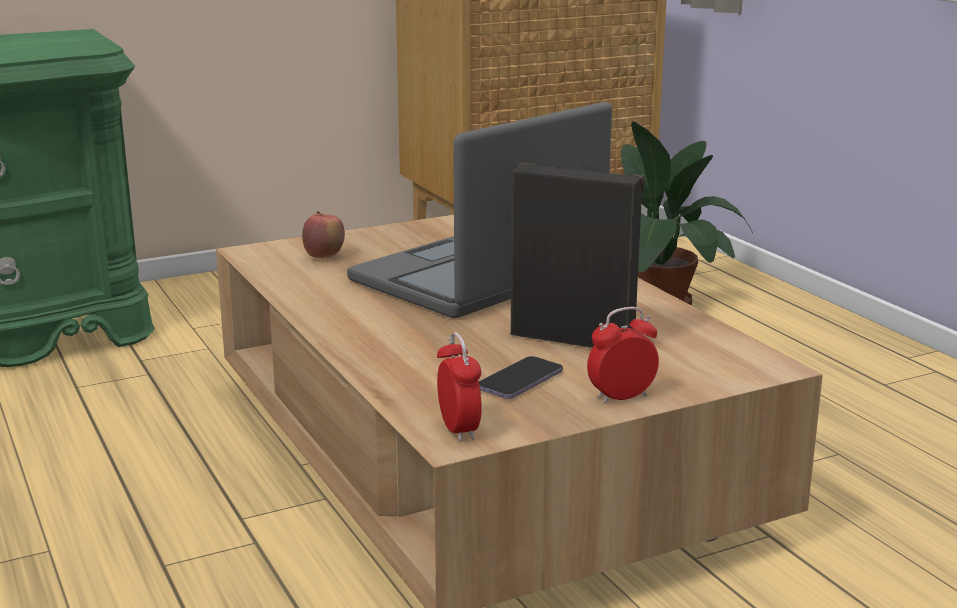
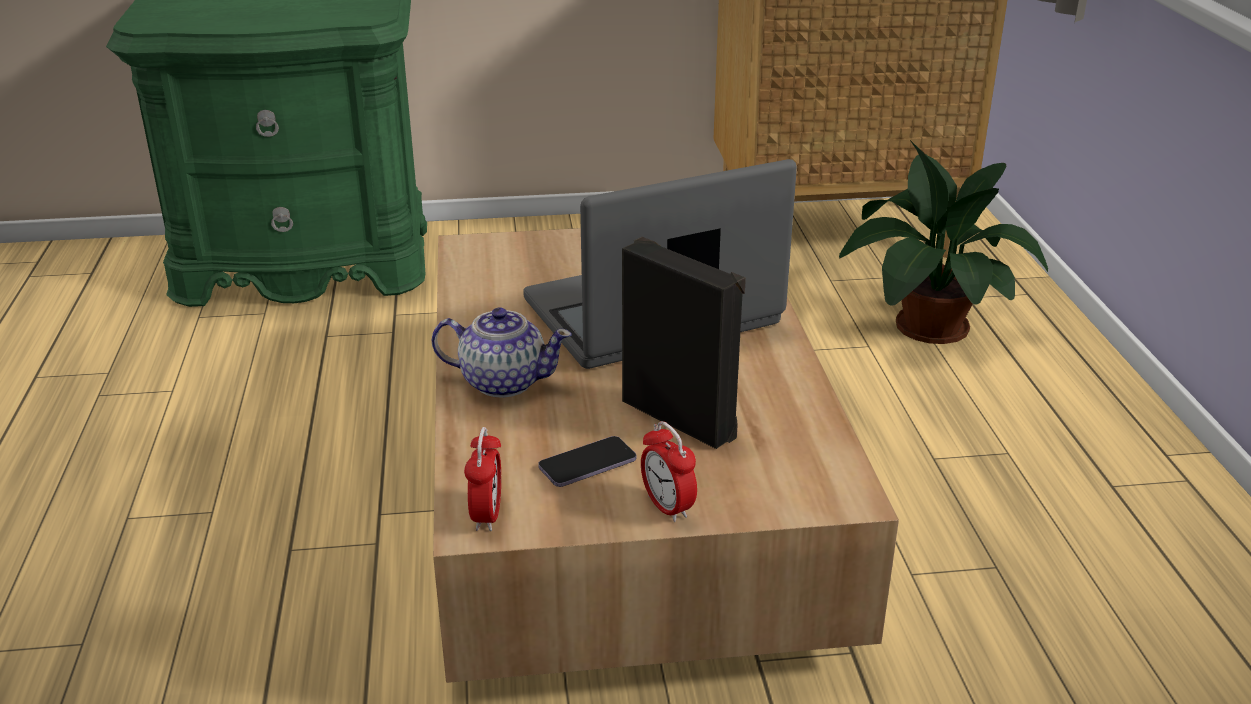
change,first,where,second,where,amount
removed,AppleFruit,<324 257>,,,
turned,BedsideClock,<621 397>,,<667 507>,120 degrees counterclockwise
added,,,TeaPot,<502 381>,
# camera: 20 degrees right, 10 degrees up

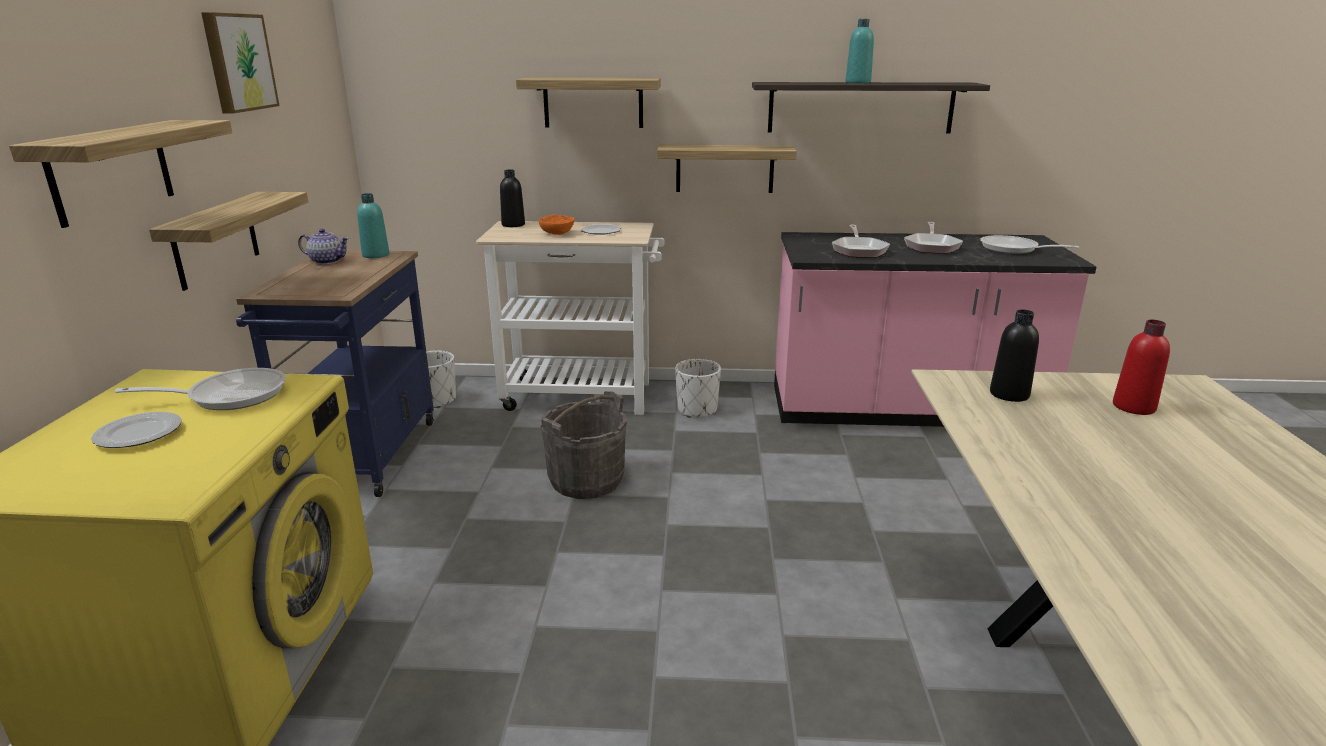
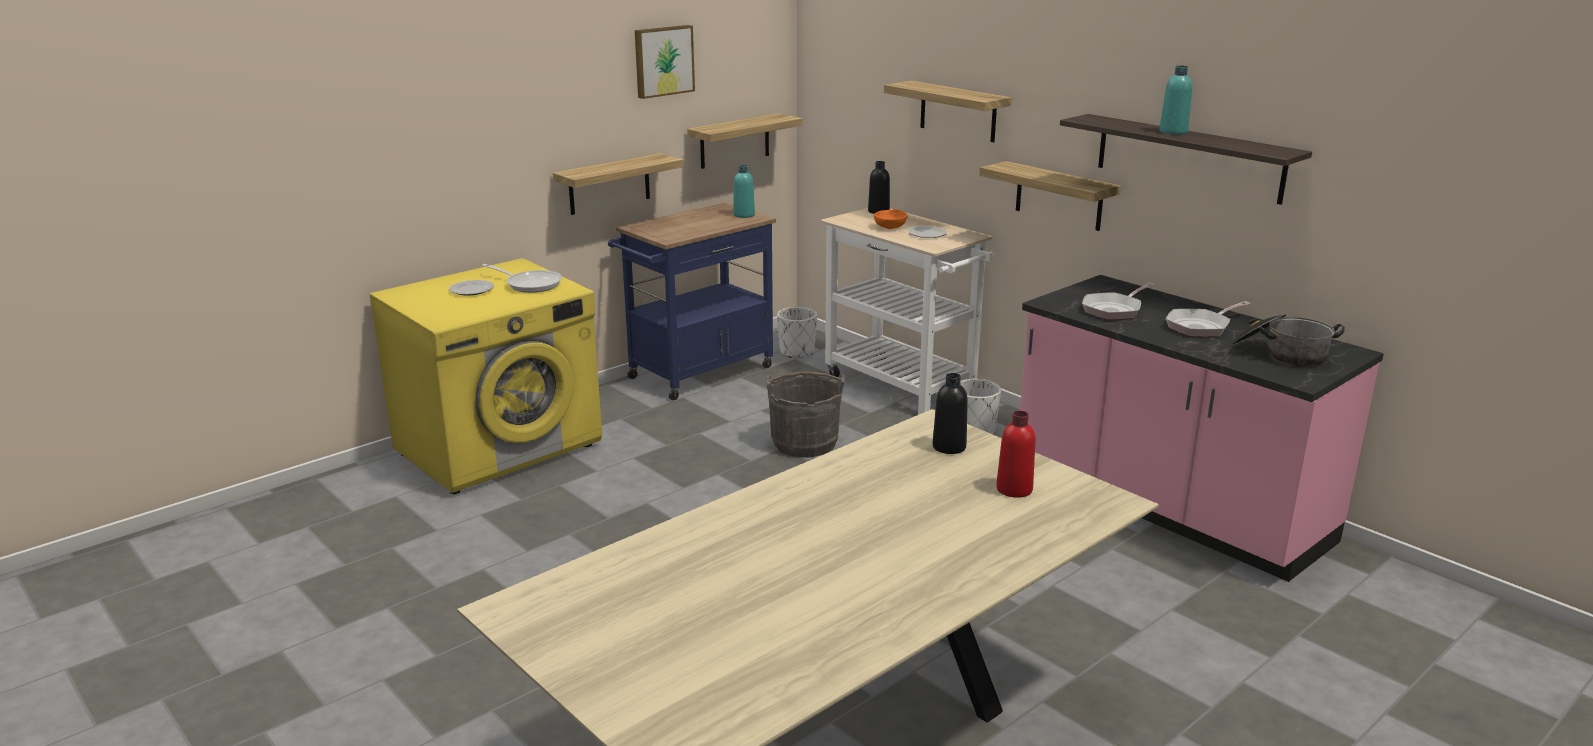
change,first,where,second,where,amount
moved,Shelf,<111 171>,,<734 141>,
removed,TeaPot,<327 261>,,,
replaced,FryingPan,<1013 249>,Stockpot,<1281 354>,
# camera: 45 degrees right, 0 degrees up

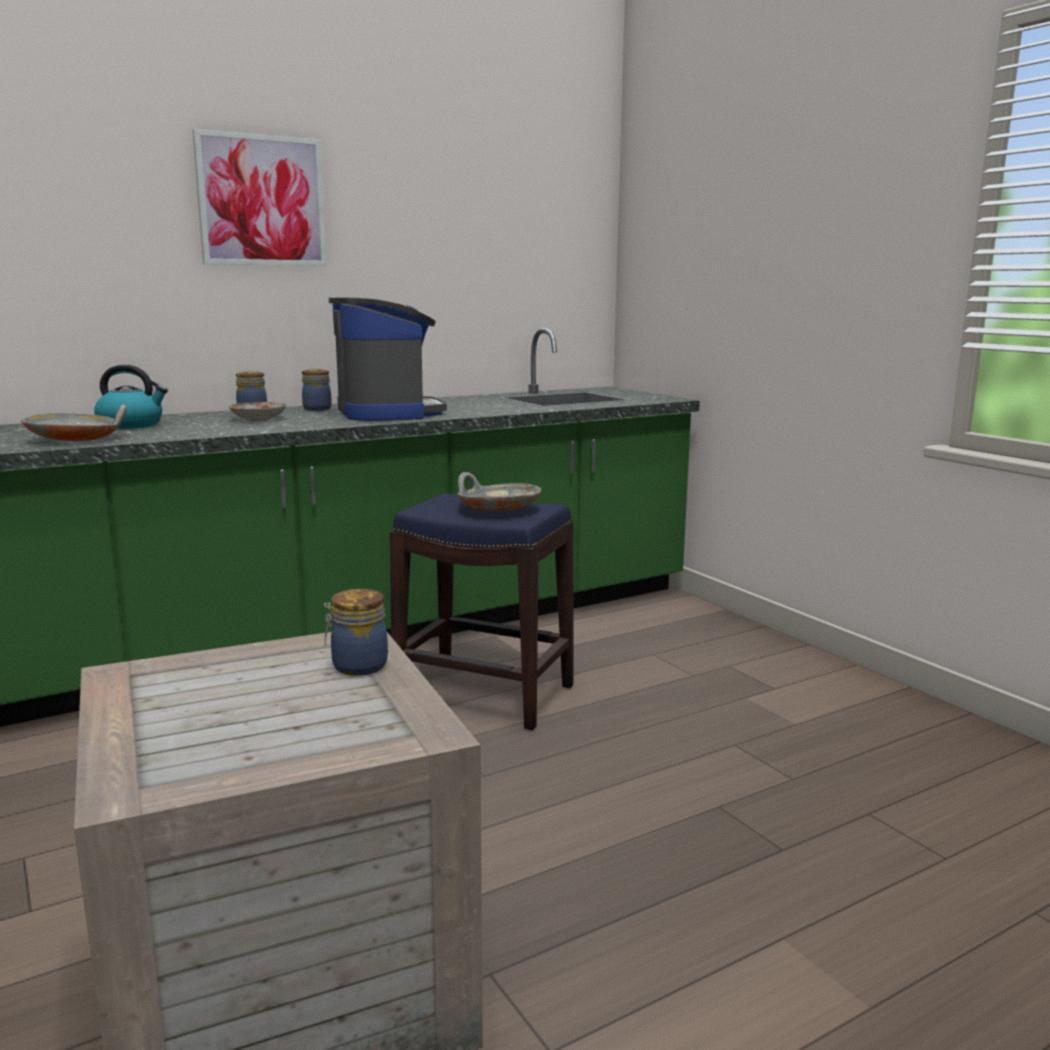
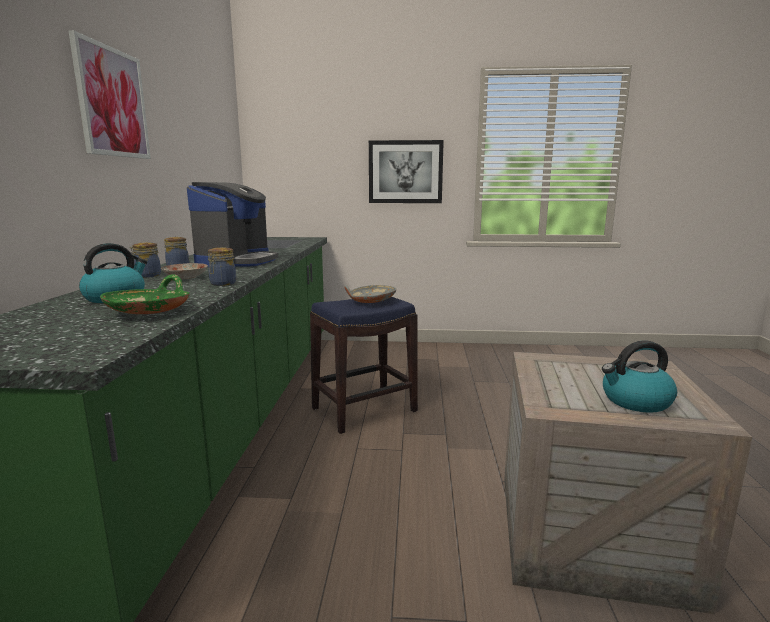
change,first,where,second,where,amount
turned,CoffeeMaker,<388 413>,,<236 261>,90 degrees clockwise
recoloured,GreyBowl,<77 439>,GreenColouredBowl,<150 312>,
moved,Jar,<357 666>,,<222 284>,
added,,,WallPicture,<405 172>,
added,,,WaterKettle,<635 401>,
# camera: 55 degrees left, 0 degrees up

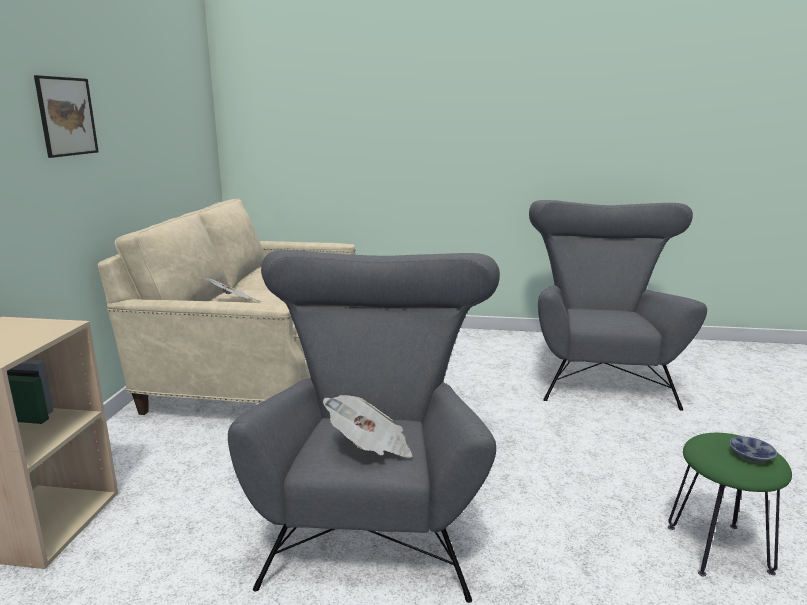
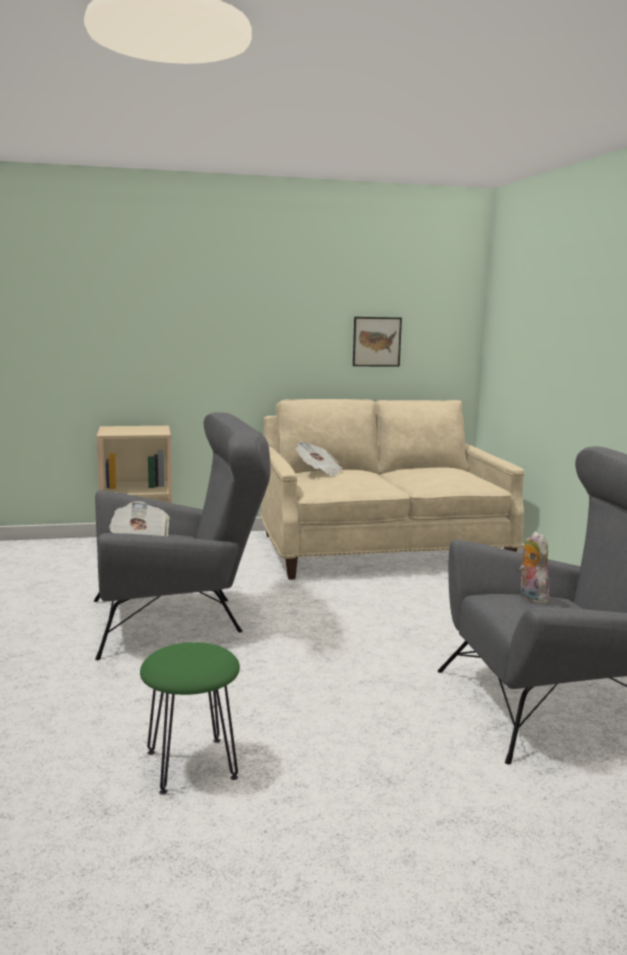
change,first,where,second,where,amount
moved,WallPicture,<67 116>,,<376 341>,
removed,Bowl,<750 457>,,,
added,,,CuddlyToy,<530 598>,
# camera: 70 degrees right, 5 degrees down

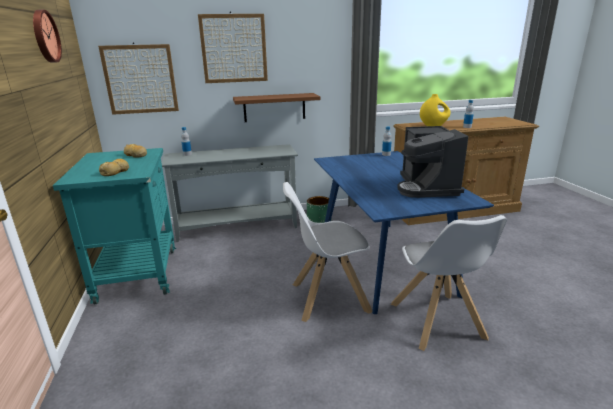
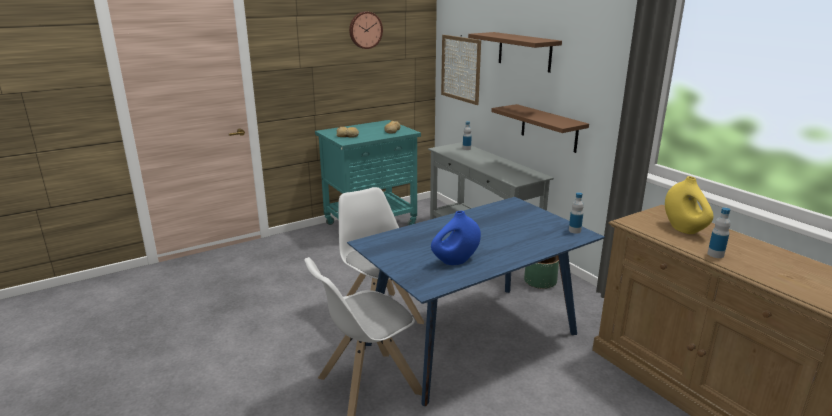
change,first,where,second,where,amount
replaced,WallPicture,<234 47>,BrownishShelf,<524 51>,
replaced,CoffeeMaker,<427 187>,BlueFlowerVase,<455 261>,
# camera: 70 degrees right, 0 degrees up

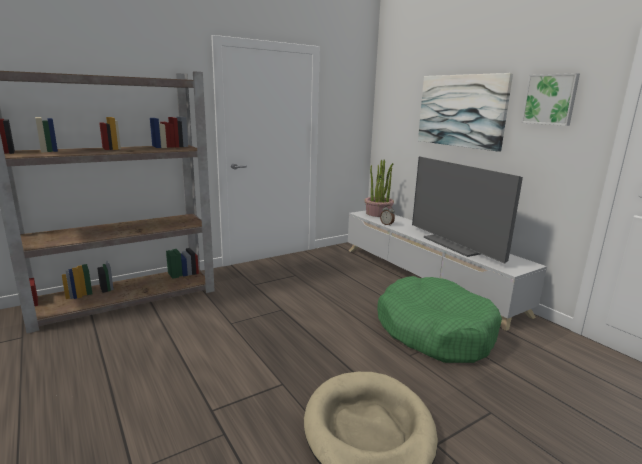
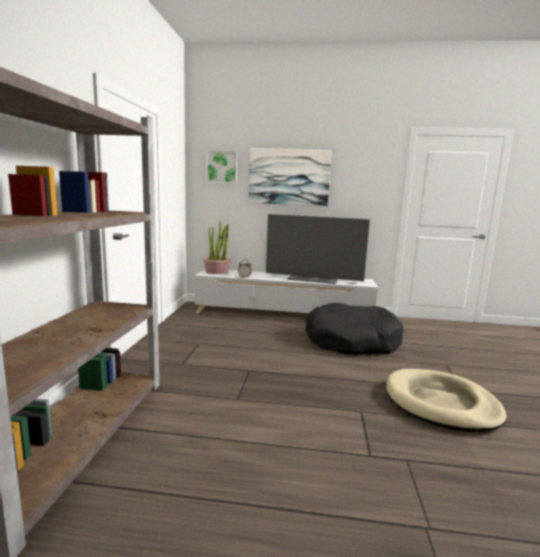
change,first,where,second,where,amount
moved,WallPicture,<550 99>,,<222 167>,
recoloured,GreenColouredDogCushion,<434 331>,BlackColouredDogCushion,<351 341>,
# camera: 50 degrees left, 5 degrees down

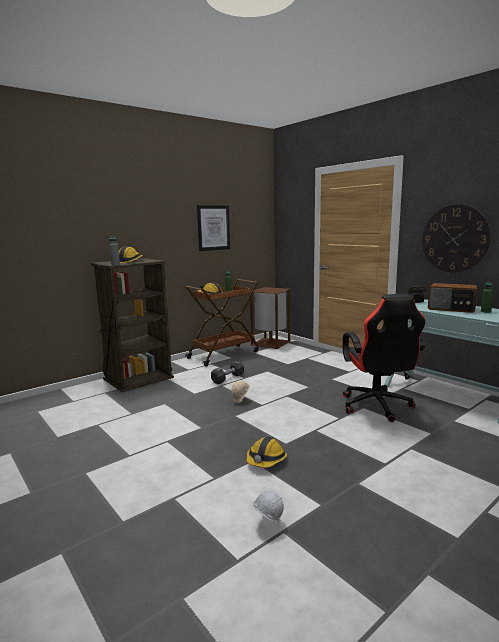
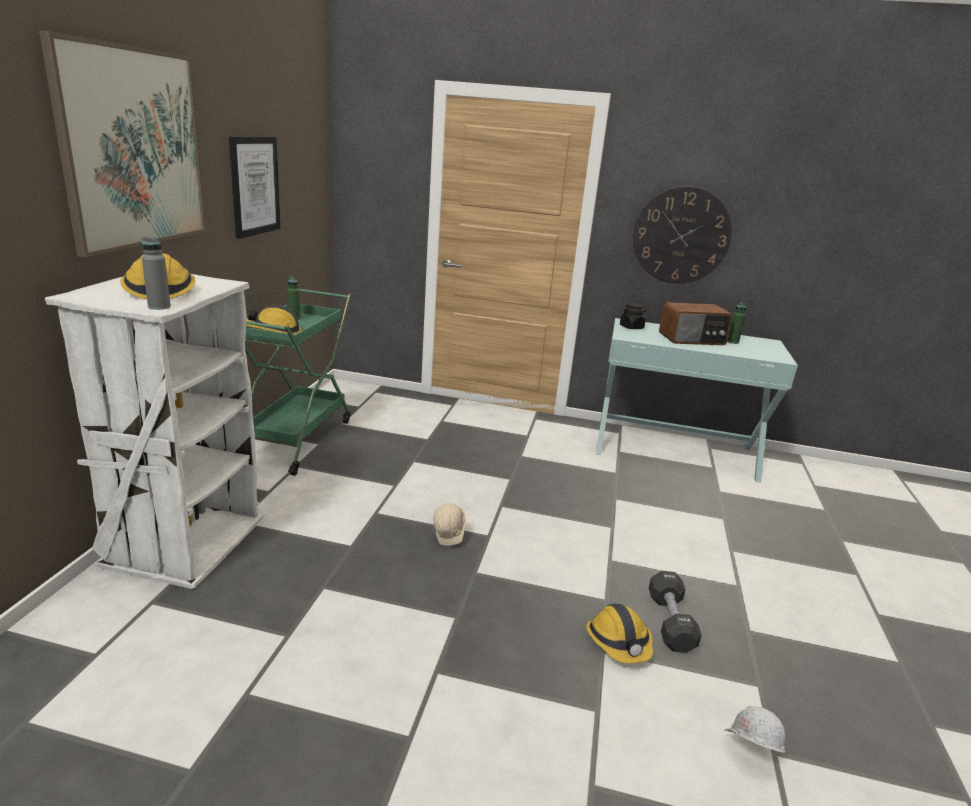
change,first,where,second,where,amount
recoloured,BrownishBookshelf,<139 378>,WhiteBookshelf,<186 540>,
recoloured,BrownishCart,<224 355>,GreenColouredCart,<297 441>,
removed,BrownishWasteBin,<270 343>,,,
removed,BlackColouredDeskChair,<377 408>,,,
moved,BlackColouredDumbbell,<228 378>,,<670 622>,
added,,,WallPicture,<134 149>,
# camera: 40 degrees left, 10 degrees up

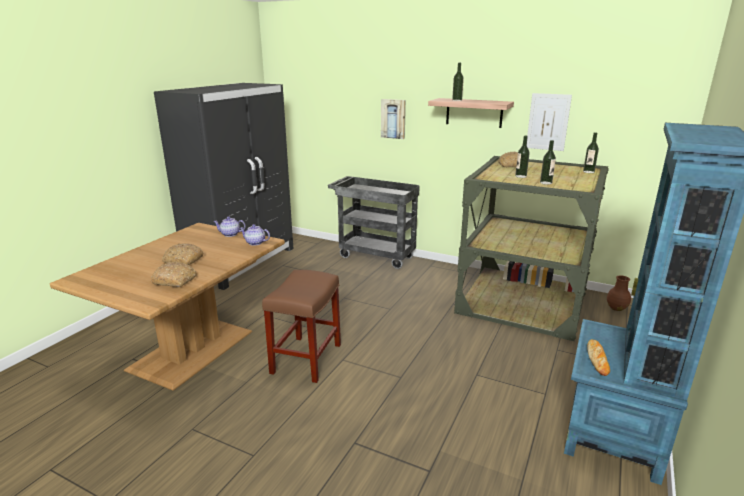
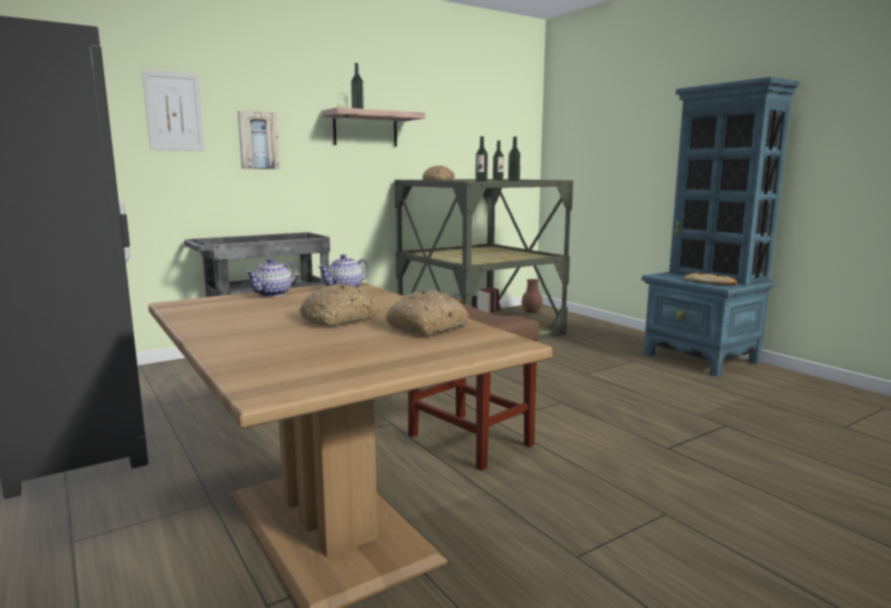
change,first,where,second,where,amount
moved,WallPicture,<548 122>,,<174 111>,
# camera: 60 degrees left, 10 degrees down

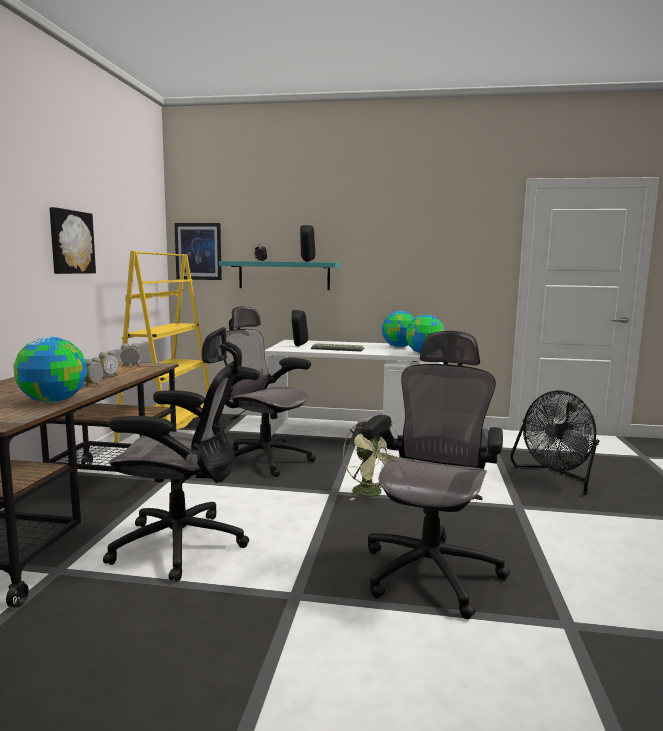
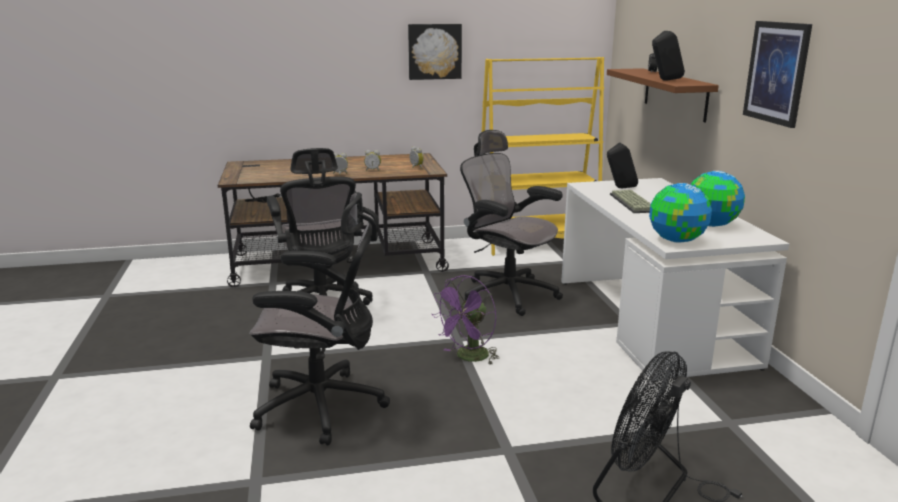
change,first,where,second,where,amount
moved,WallPicture,<198 251>,,<776 72>,
recoloured,TurquoiseColouredShelf,<284 275>,BrownishShelf,<675 94>,
turned,DeskChair,<264 460>,,<508 294>,60 degrees counterclockwise
removed,WorldGlobe,<54 401>,,,
recoloured,GreenColouredFan,<372 494>,PurpleFan,<468 358>,
# camera: 70 degrees right, 10 degrees up

